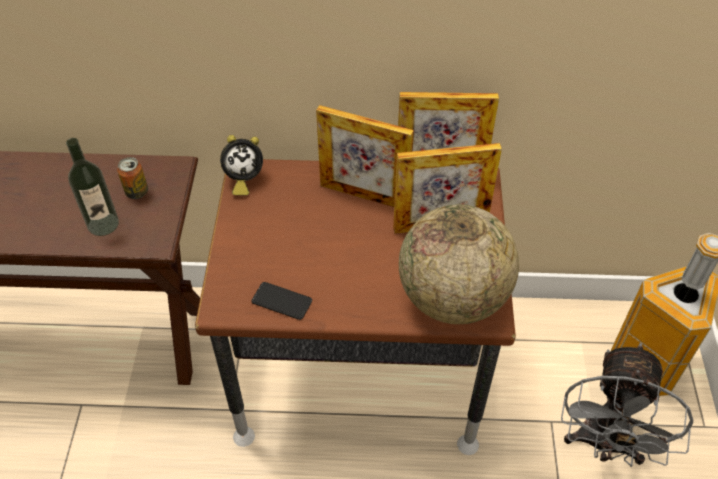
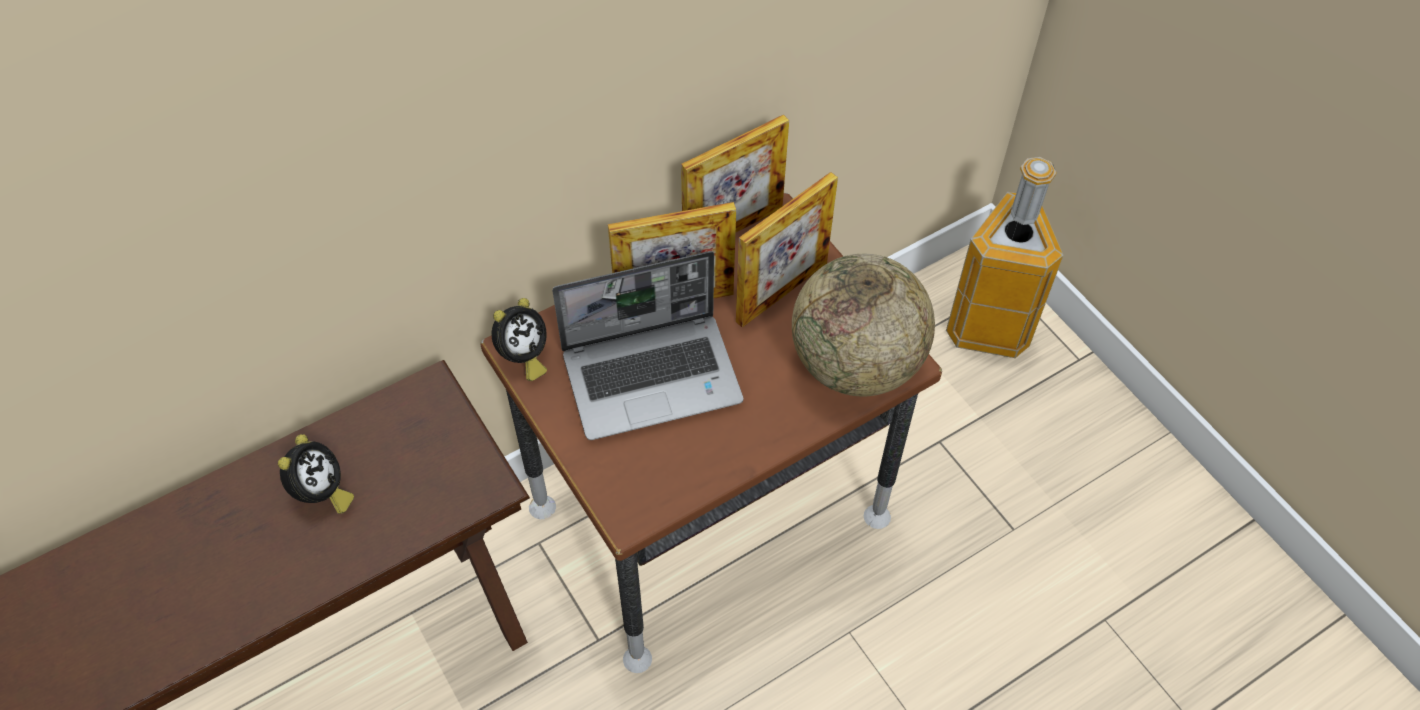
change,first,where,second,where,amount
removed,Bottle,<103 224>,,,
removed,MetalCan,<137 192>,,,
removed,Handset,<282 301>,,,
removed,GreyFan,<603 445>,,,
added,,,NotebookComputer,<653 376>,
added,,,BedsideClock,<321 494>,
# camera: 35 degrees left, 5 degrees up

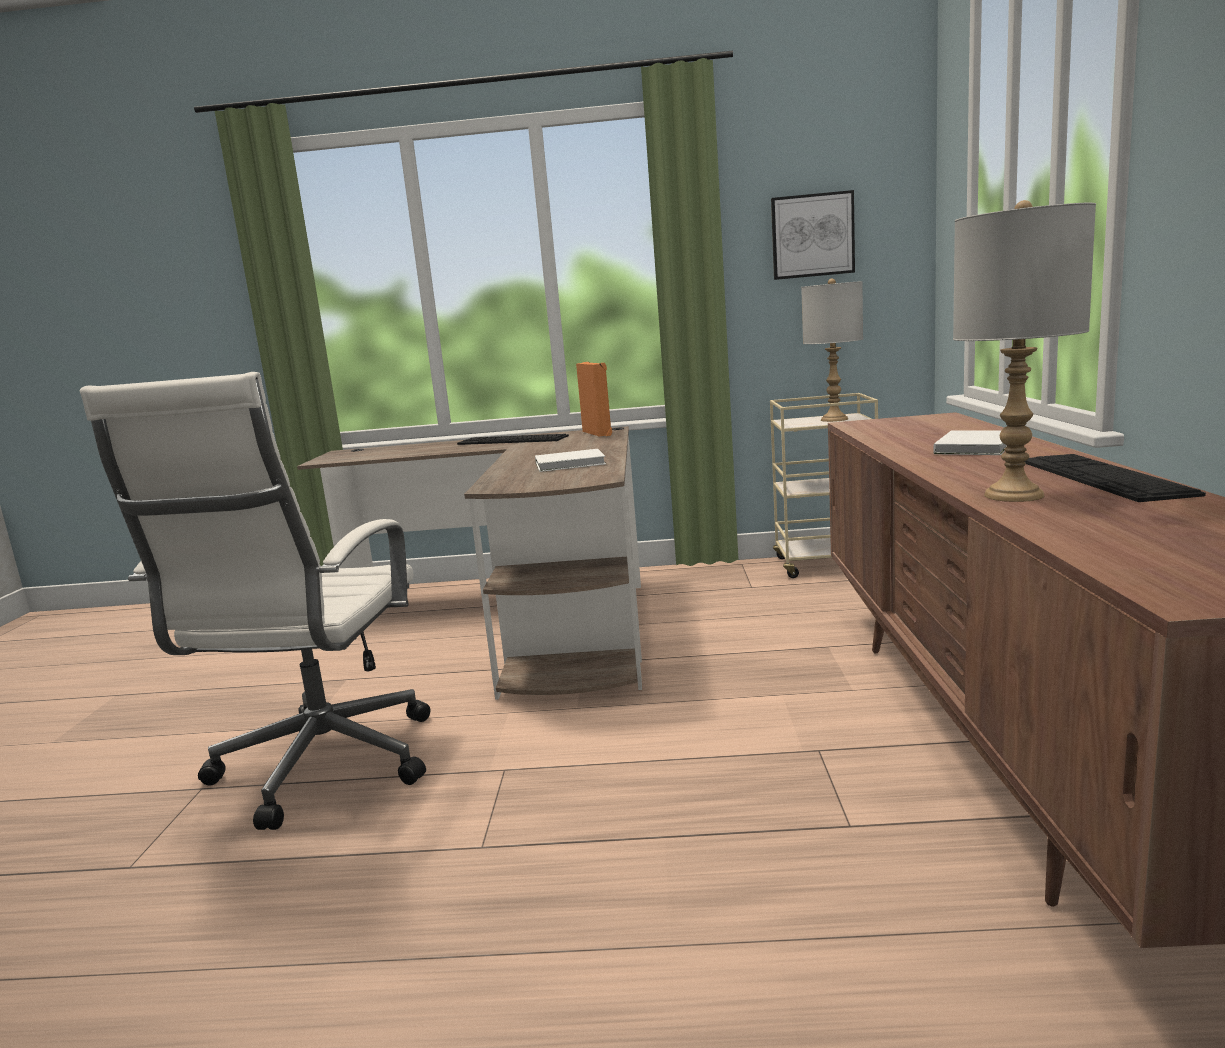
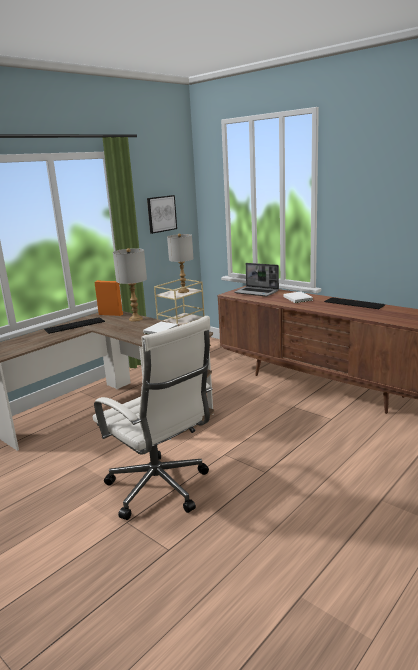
change,first,where,second,where,amount
moved,GreyLampForATable,<1015 495>,,<136 319>,
added,,,NotebookComputer,<257 292>,
# camera: 50 degrees left, 5 degrees up

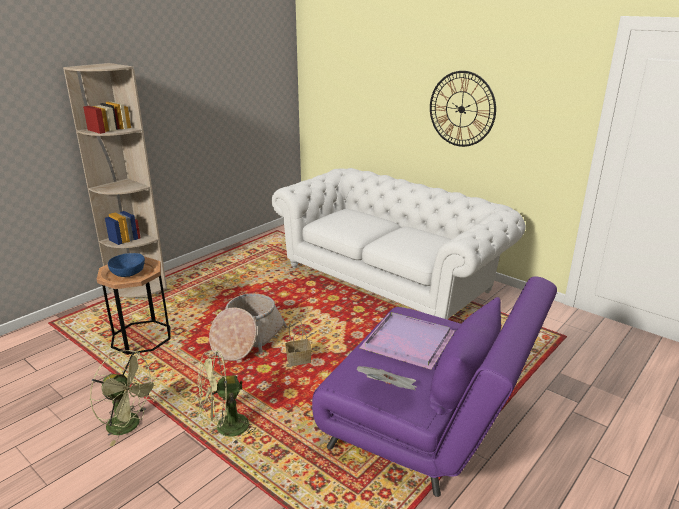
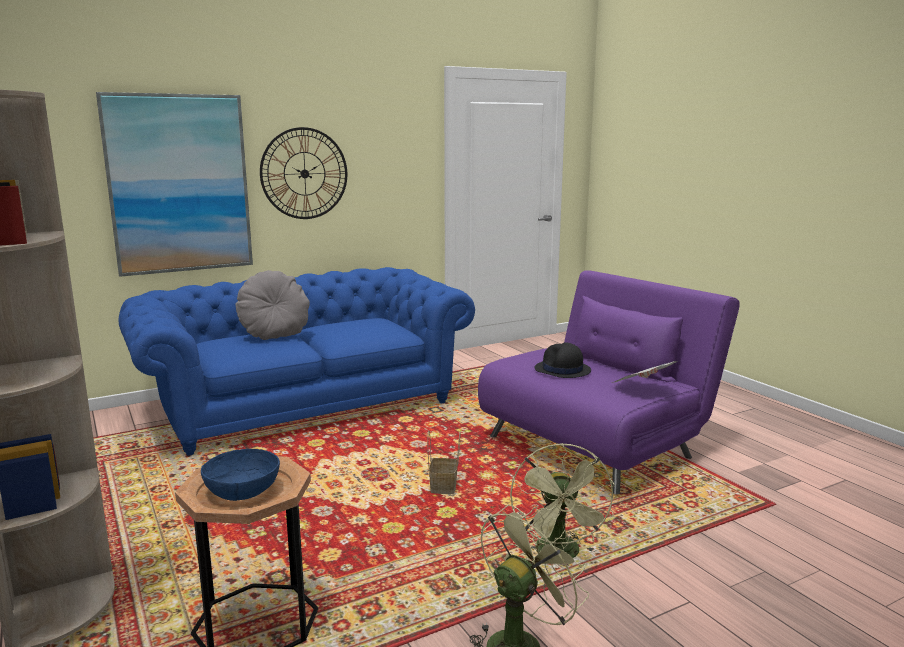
change,first,where,second,where,amount
recoloured,WhiteSofa,<392 276>,BlueSofa,<303 403>,
removed,HouseholdBasket,<247 340>,,,
replaced,PurpleCarryingTray,<406 342>,BlackColouredWearableHat,<562 370>,
added,,,WallPicture,<179 184>,
added,,,GreyThrowPillow,<275 336>,
# camera: 70 degrees left, 10 degrees down

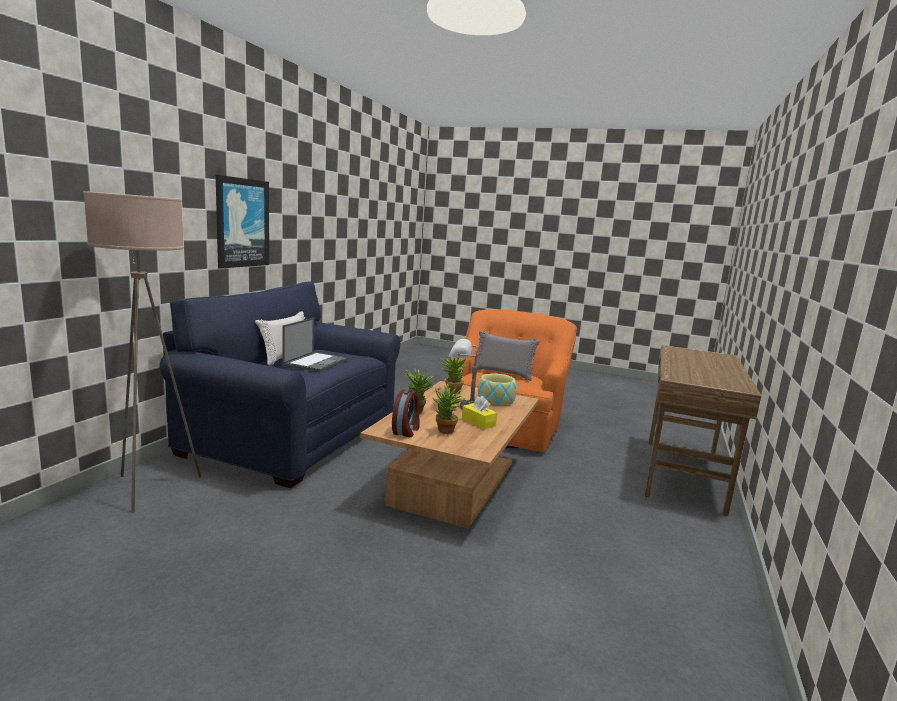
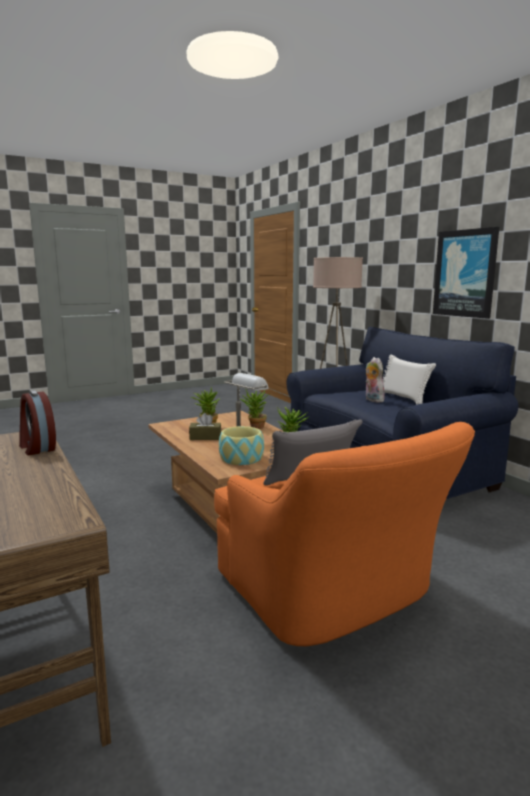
change,first,where,second,where,amount
replaced,NotebookComputer,<316 362>,CuddlyToy,<372 400>,
moved,BedsideClock,<406 431>,,<36 448>,
recoloured,YellowishTissueHolder,<478 422>,BrownishTissueHolder,<205 437>,
# camera: 130 degrees right, 0 degrees up

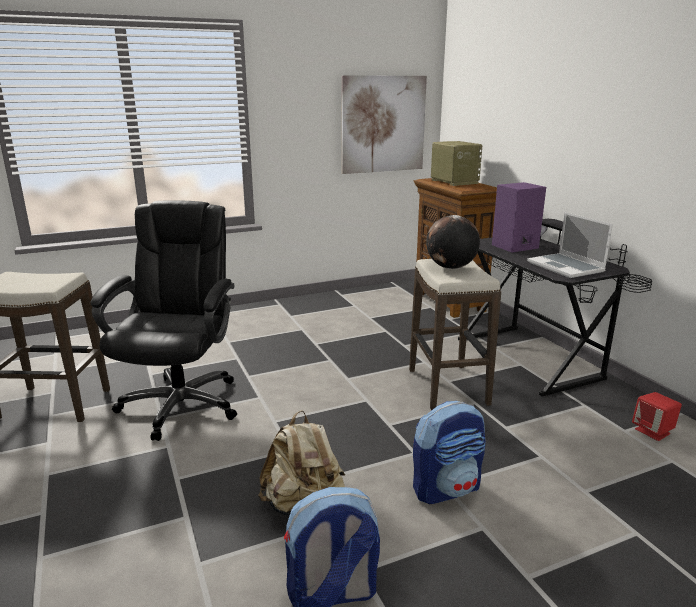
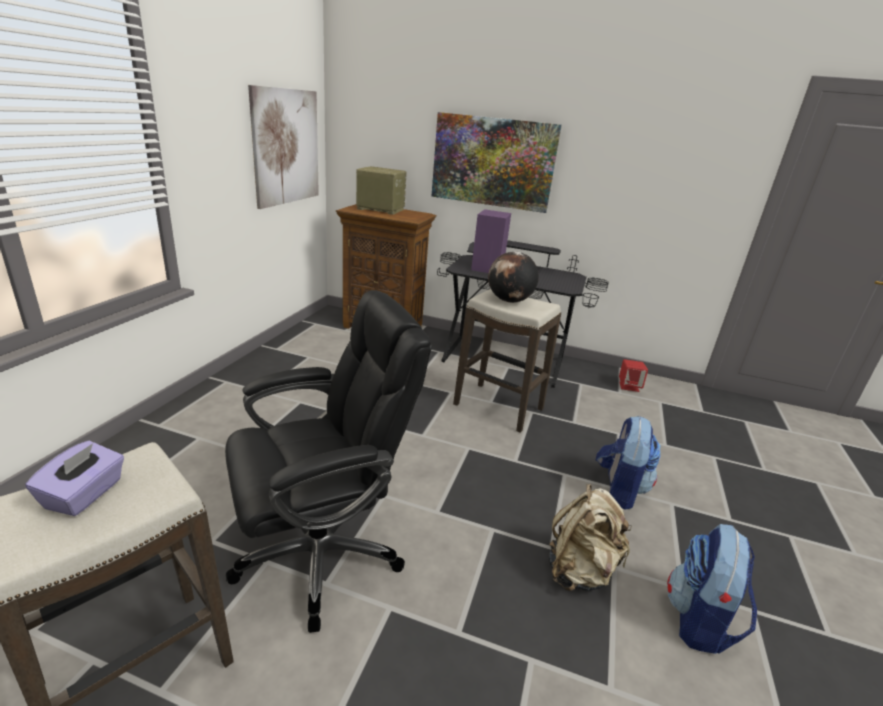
change,first,where,second,where,amount
turned,BlackColouredDeskChair,<181 405>,,<319 554>,105 degrees clockwise
removed,NotebookComputer,<566 267>,,,
added,,,WallPicture,<493 162>,
added,,,PurpleTissueHolder,<85 494>,
# camera: 50 degrees left, 5 degrees up

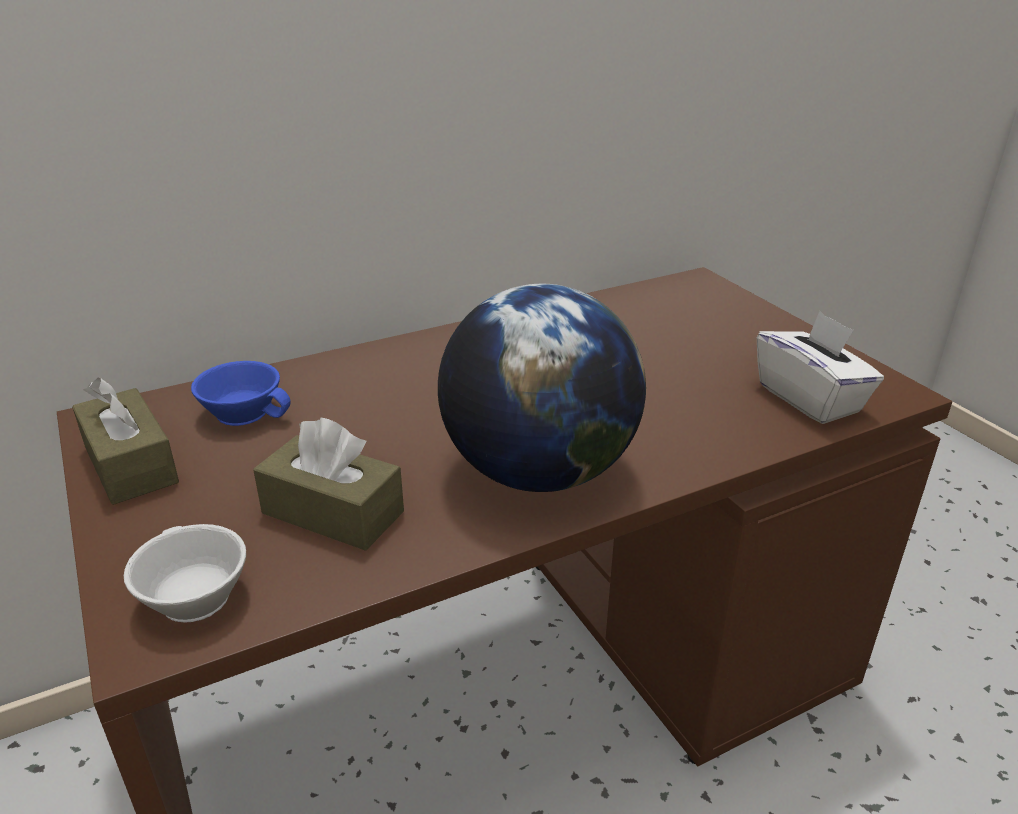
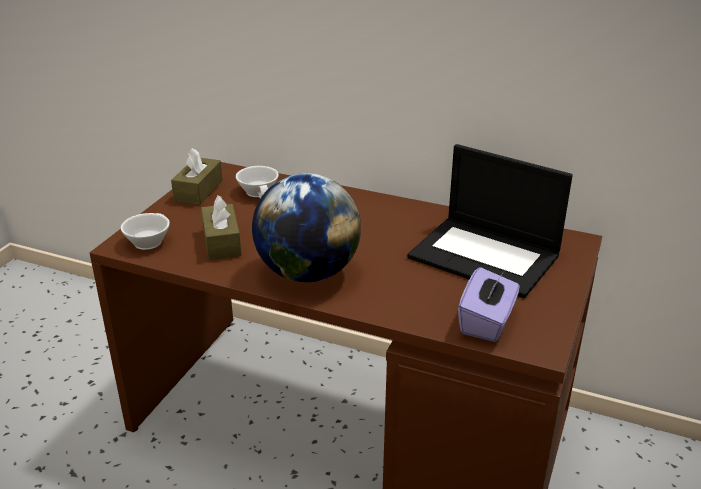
change,first,where,second,where,amount
recoloured,WhiteTissueHolder,<810 398>,PurpleTissueHolder,<487 322>,
recoloured,BlueSmallCup,<246 411>,WhiteSmallCup,<260 191>,
added,,,NotebookComputer,<486 256>,
# camera: 50 degrees right, 0 degrees up

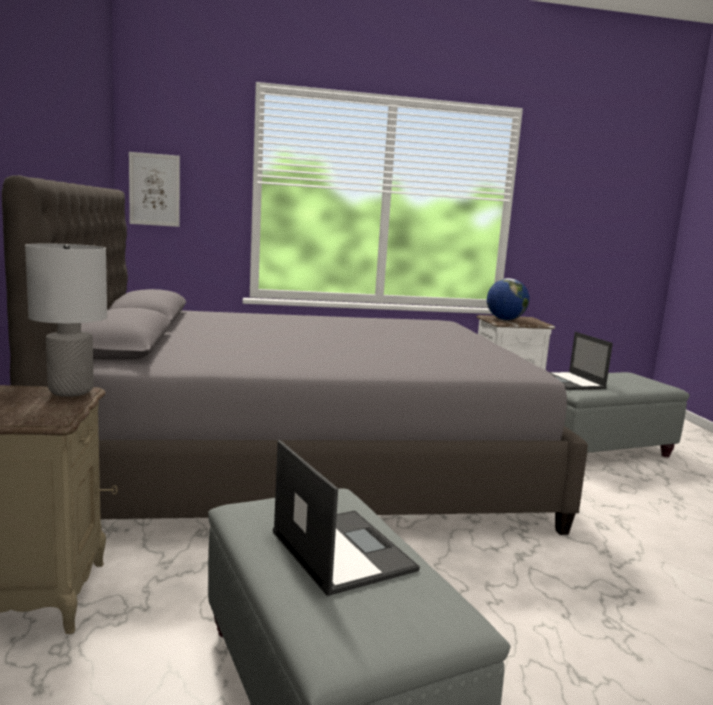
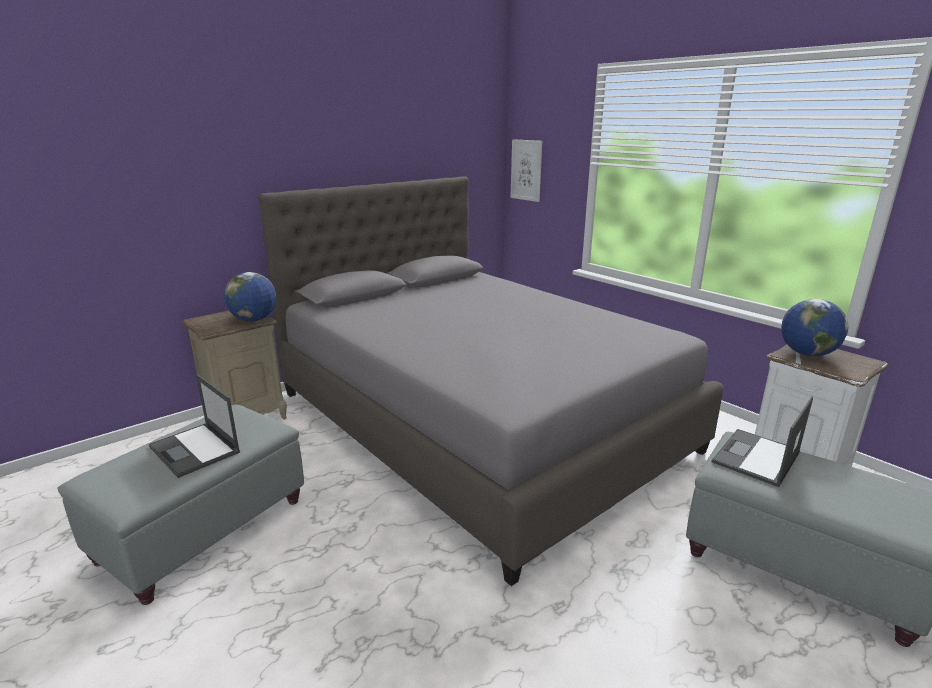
change,first,where,second,where,amount
replaced,GreyLampForATable,<71 394>,WorldGlobe,<254 320>,
turned,NotebookComputer,<340 550>,,<195 450>,105 degrees clockwise
# camera: 60 degrees right, 10 degrees up

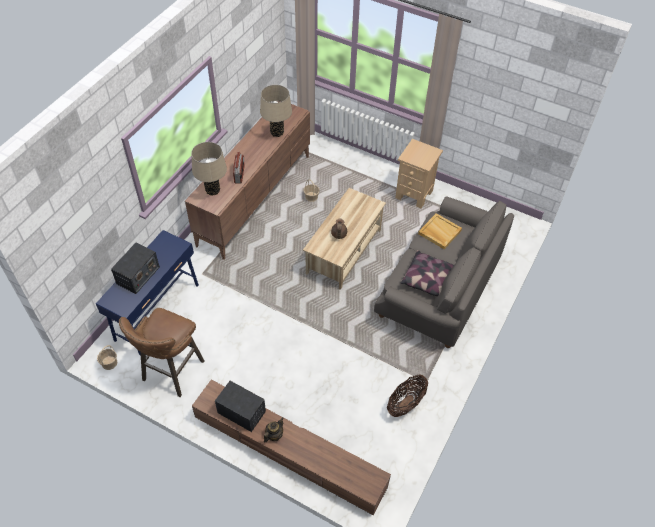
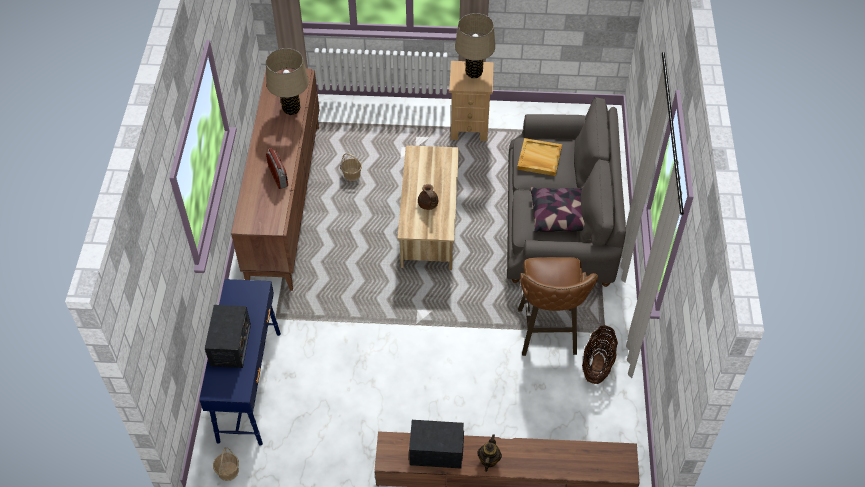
change,first,where,second,where,amount
moved,BeigeColouredLampForATable,<212 190>,,<474 73>,
moved,BrownishStoolSeat,<171 372>,,<547 334>,
# camera: 25 degrees left, 0 degrees up

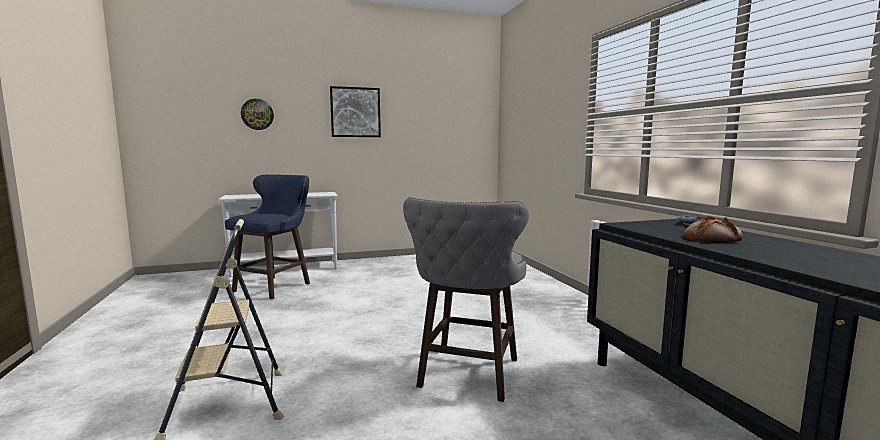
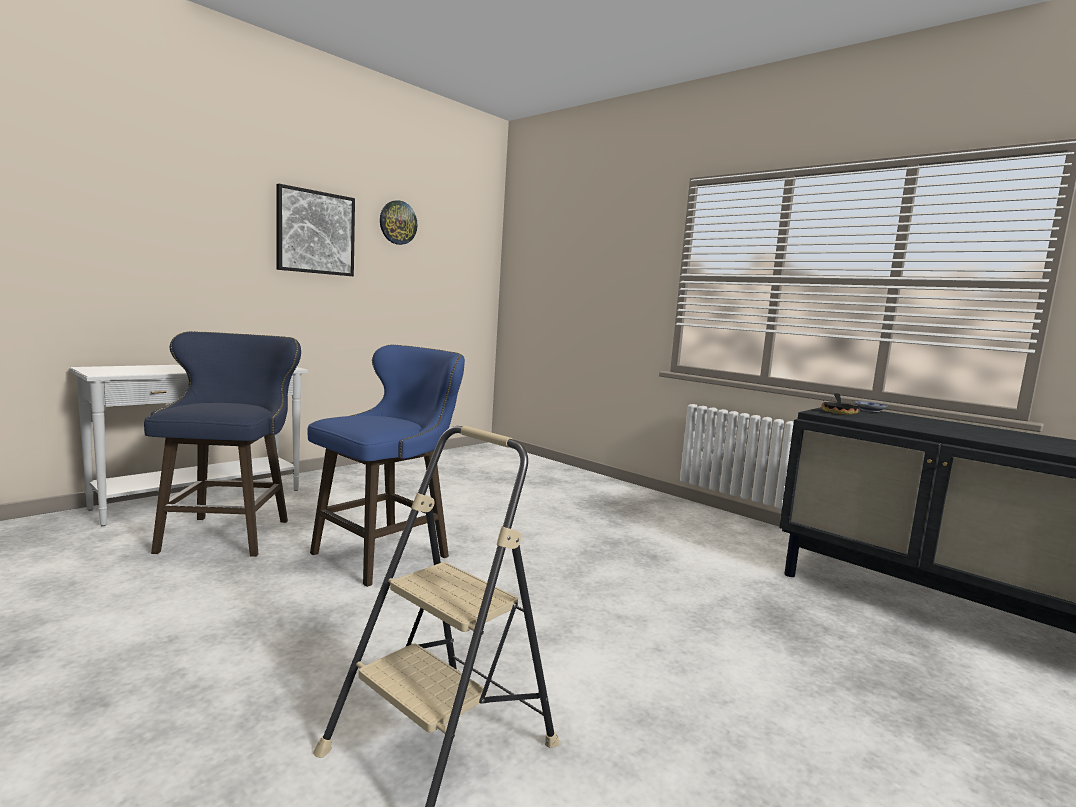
change,first,where,second,where,amount
moved,HangingClock,<257 114>,,<398 222>,
removed,GreyStoolSeat,<467 375>,,,
removed,Bread,<712 238>,,,
added,,,BlueStoolSeat,<386 553>,
added,,,FryingPan,<839 412>,
# camera: 30 degrees left, 0 degrees up

